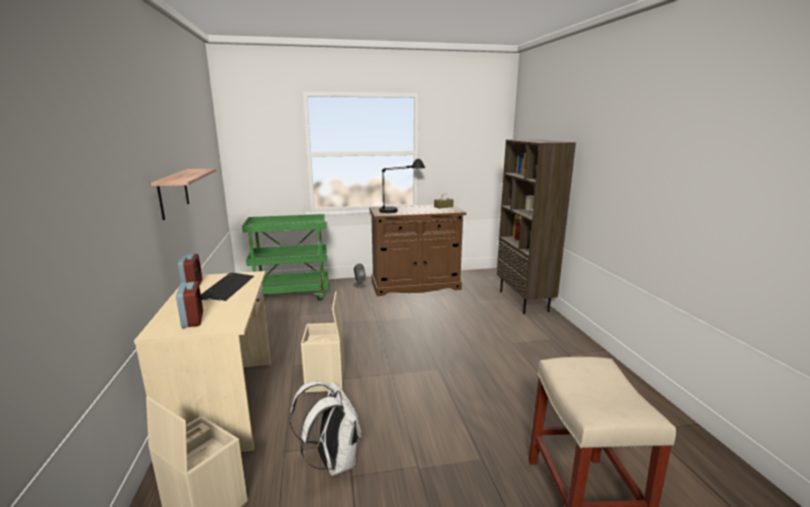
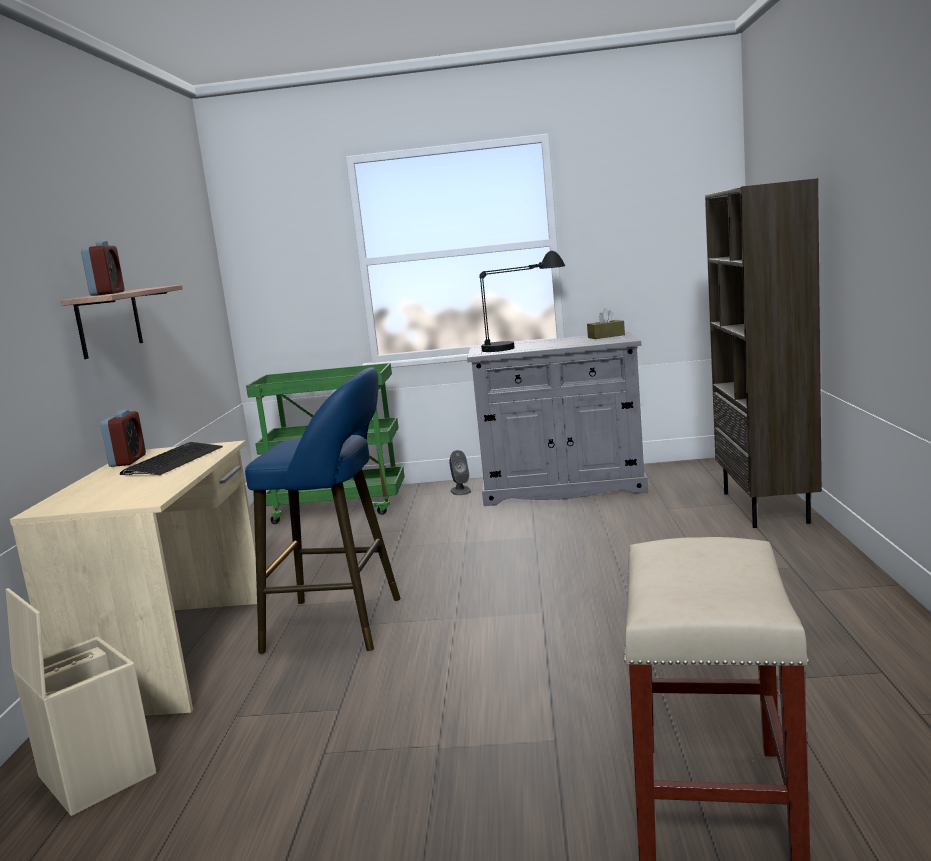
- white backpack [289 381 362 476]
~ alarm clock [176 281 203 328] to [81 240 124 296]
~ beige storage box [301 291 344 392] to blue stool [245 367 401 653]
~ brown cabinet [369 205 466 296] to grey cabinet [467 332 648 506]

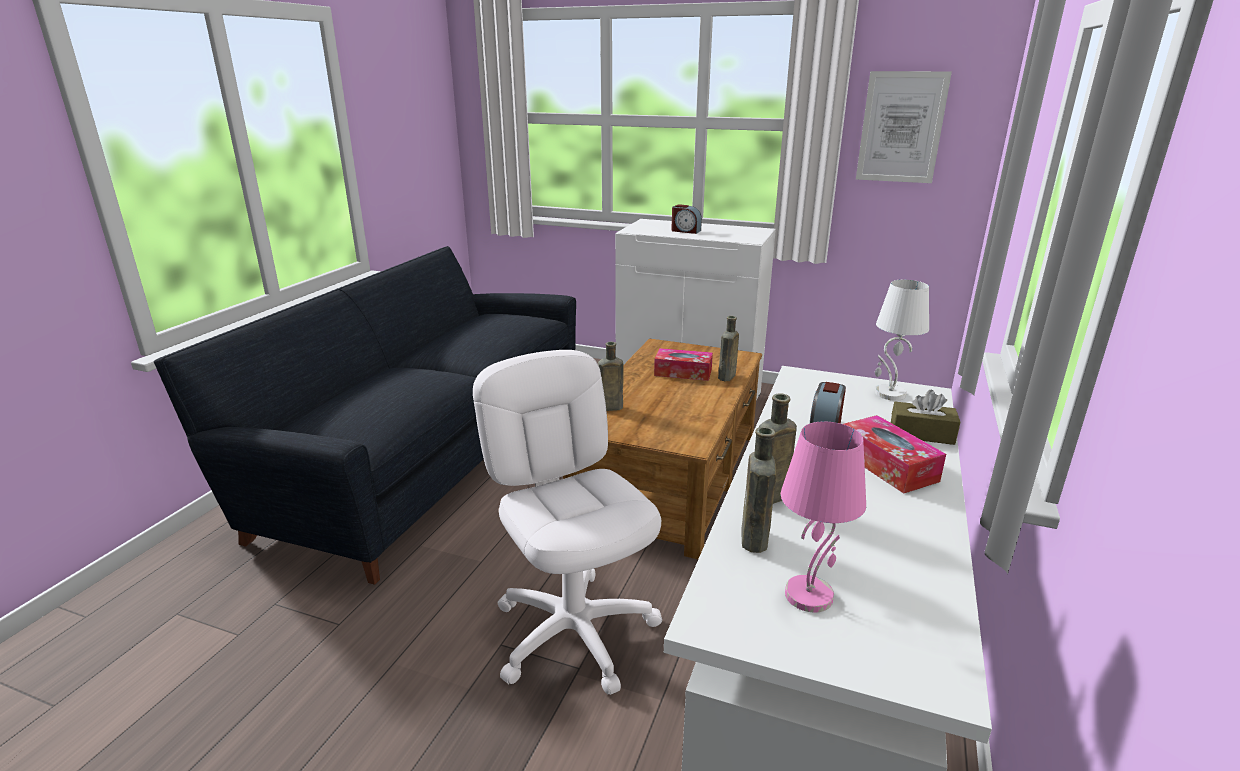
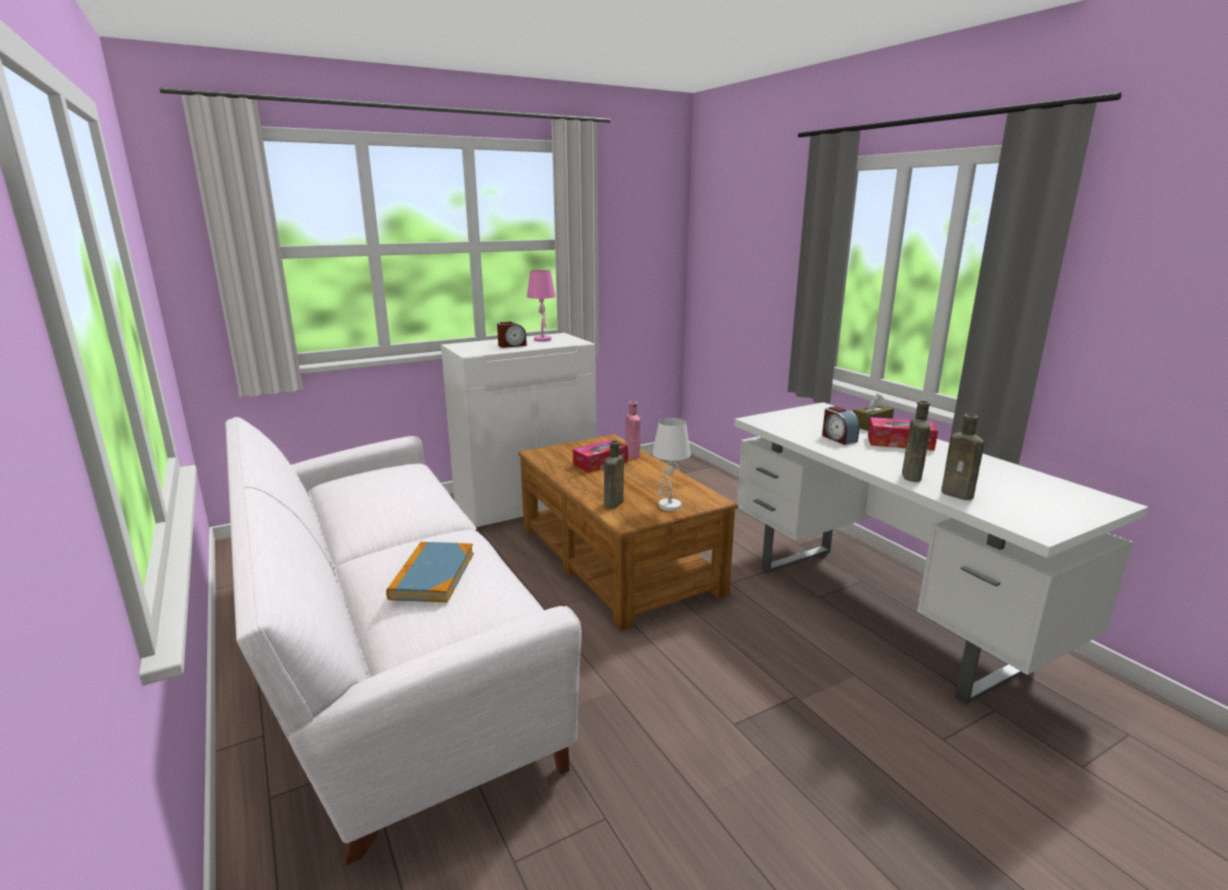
- white office chair [473 350 662 695]
- picture [856 71 952 183]
+ book [386 542 474 602]
~ pink table lamp [781 422 866 612] to [527 270 556 342]
~ white table lamp [875 280 929 401] to [652 418 691 511]
~ black sofa [154 246 576 585] to white sofa [225 417 582 865]
~ brown bottle [718 316 739 381] to pink bottle [625 401 641 459]

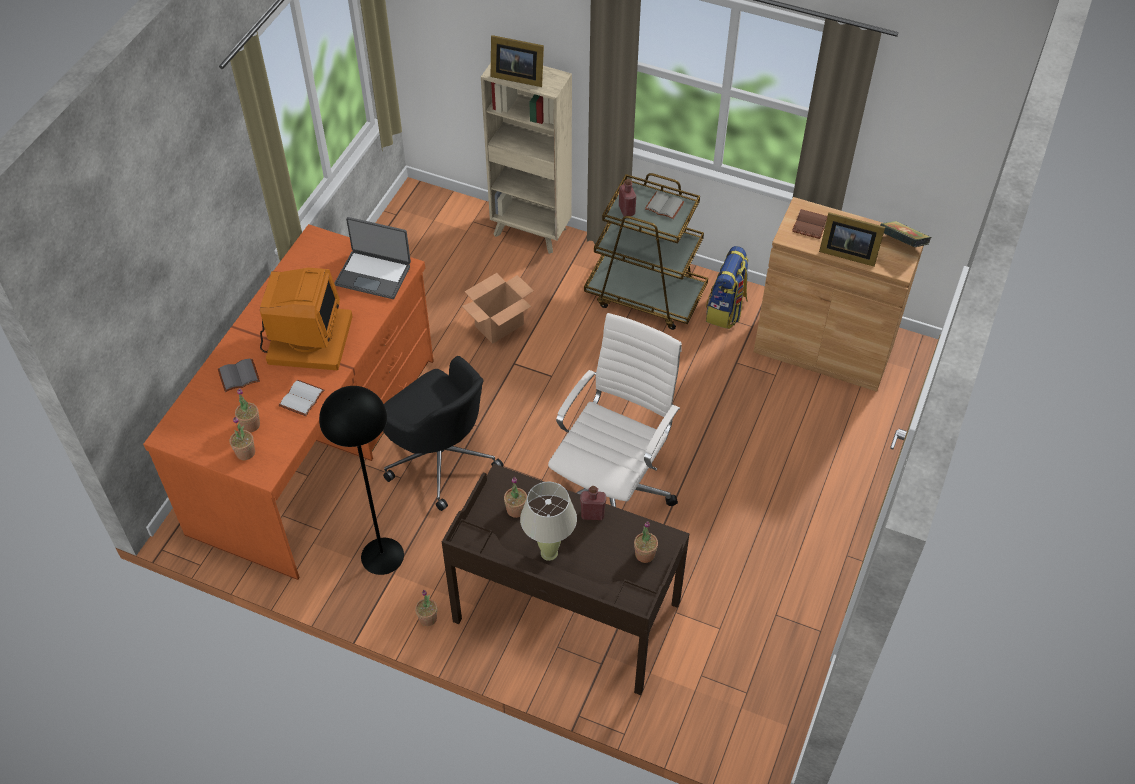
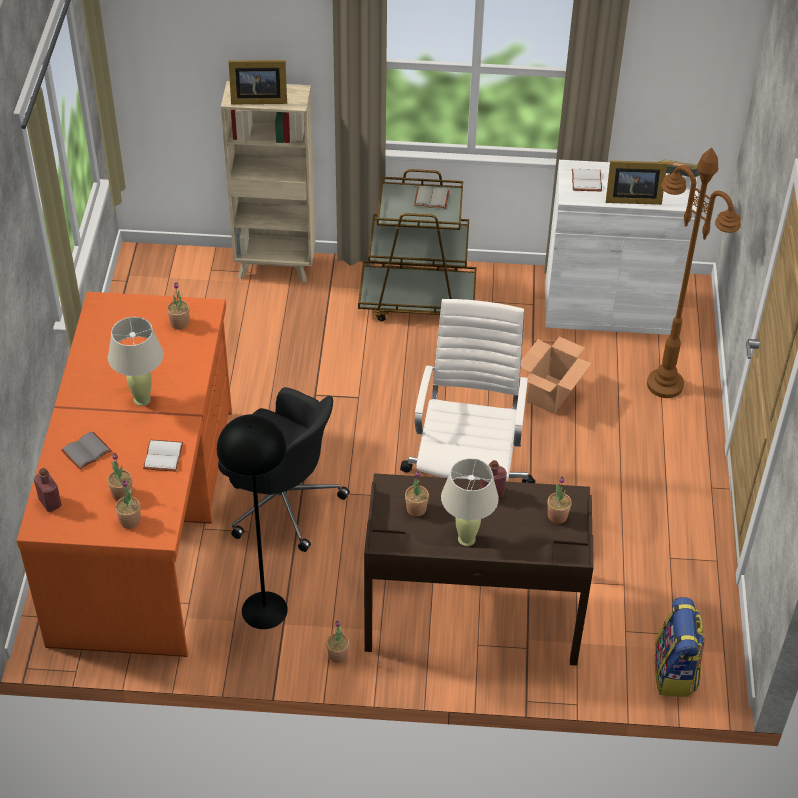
+ brown floor lamp [647 148 741 398]
~ cardboard box [462 273 534 344] to [521 337 592 414]
~ red bottle [619 179 636 216] to [34 468 62 512]
~ backpack [706 246 748 329] to [655 597 704 697]
~ monitor [260 268 353 370] to beige table lamp [108 317 164 406]
~ laptop [334 217 411 299] to potted plant [167 282 190 330]
~ brown cabinet [753 197 924 392] to white cabinet [545 160 698 335]
~ brown book [792 209 827 239] to white book [572 169 602 191]

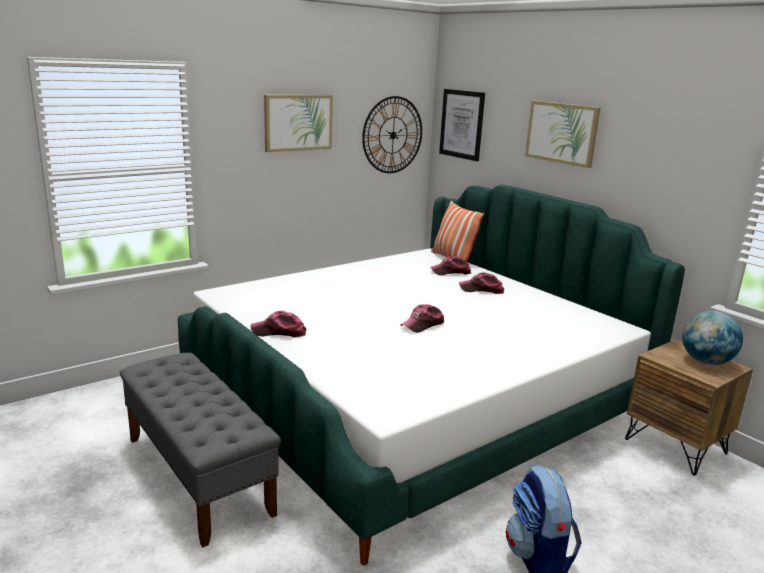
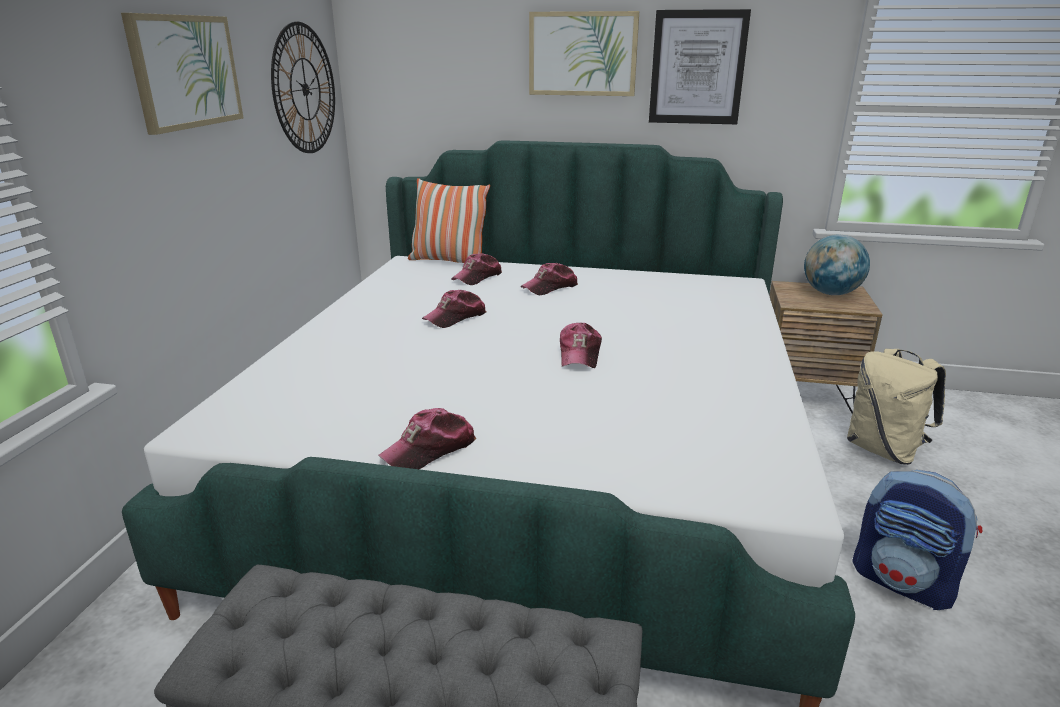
+ cap [422 290 487 328]
+ beige backpack [847 349 946 465]
~ picture [439 89 485 161] to [649 9 751 124]

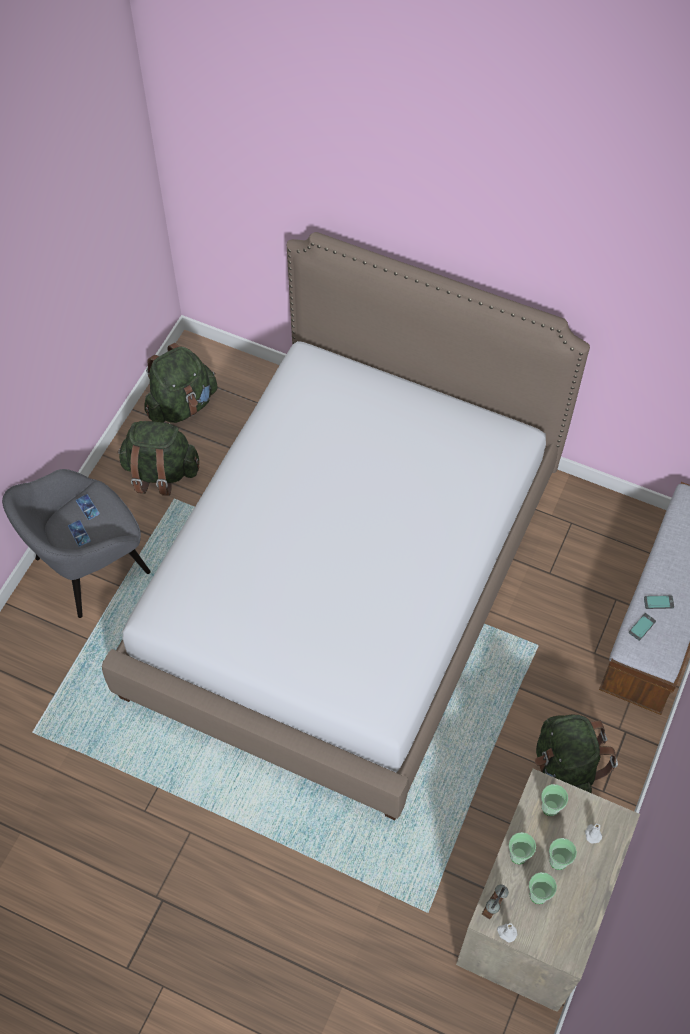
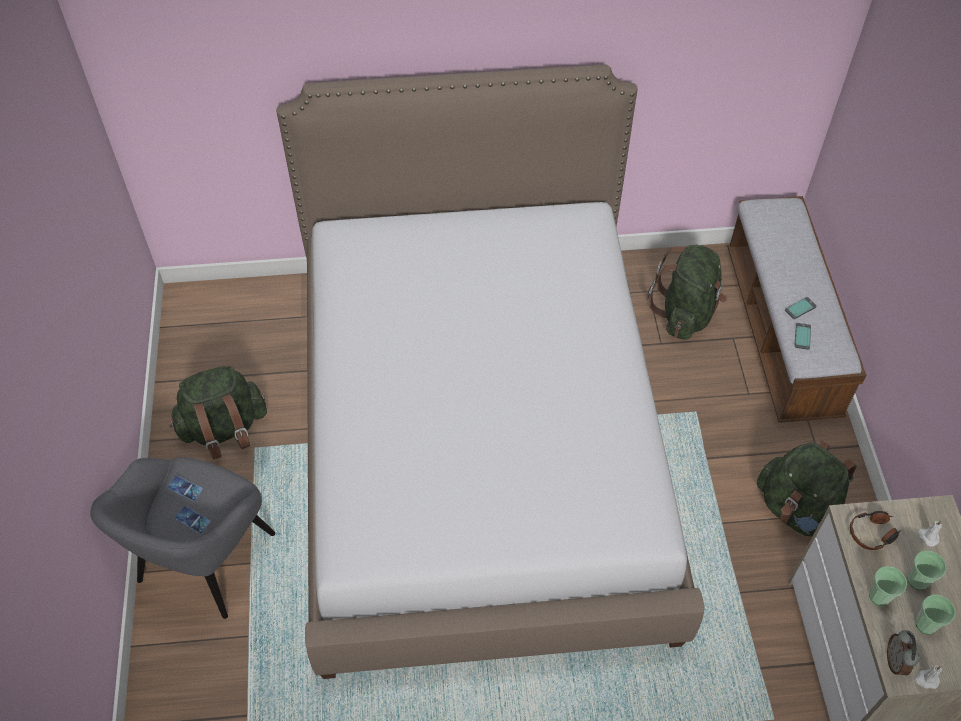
~ green backpack [144 343 218 423] to [646 245 727 340]
~ cup [541 784 568 816] to headphones [850 511 901 550]

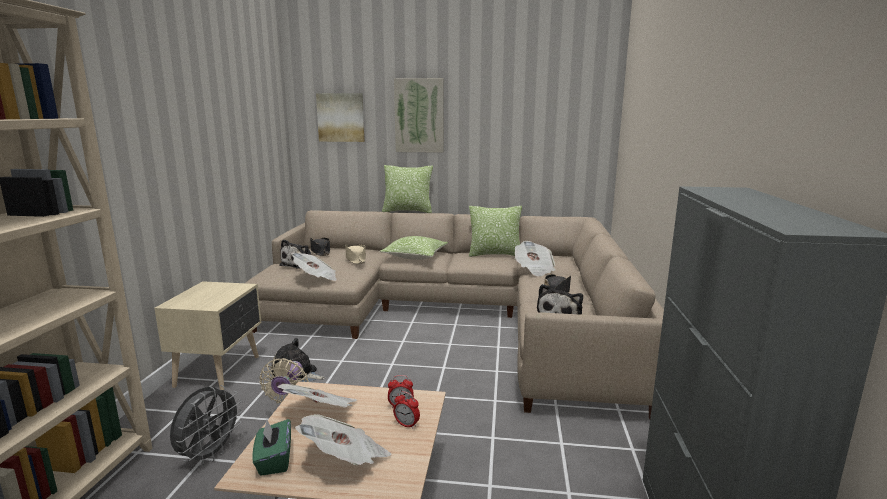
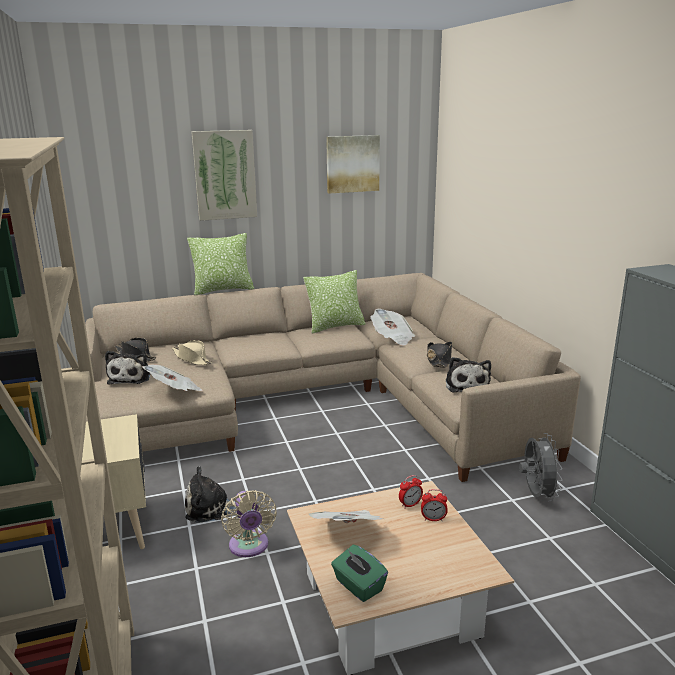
- newspaper [295 414 391 466]
- pillow [380 236 448 260]
~ grey fan [170 385 243 466] to [519 433 562 501]
~ picture [316 93 365 142] to [326 135 380 193]

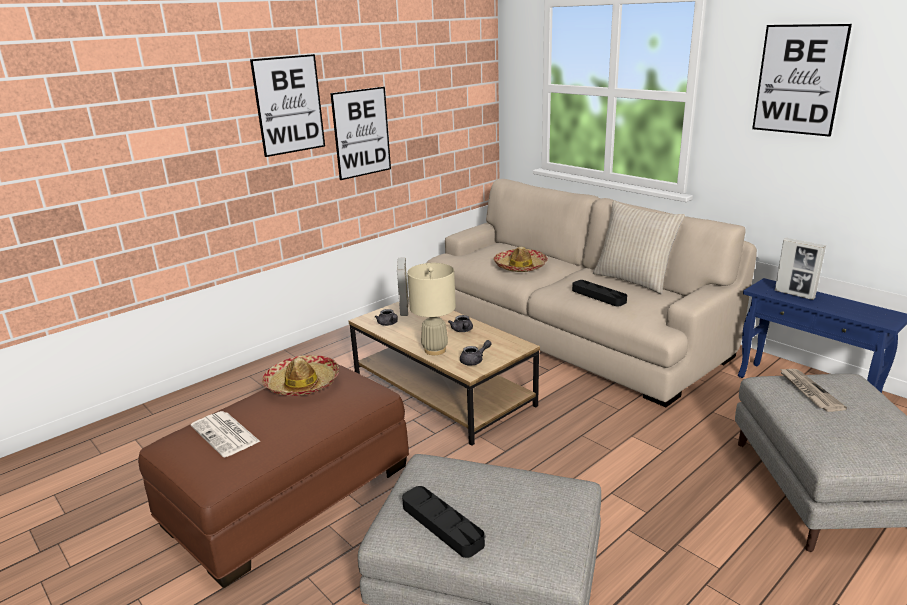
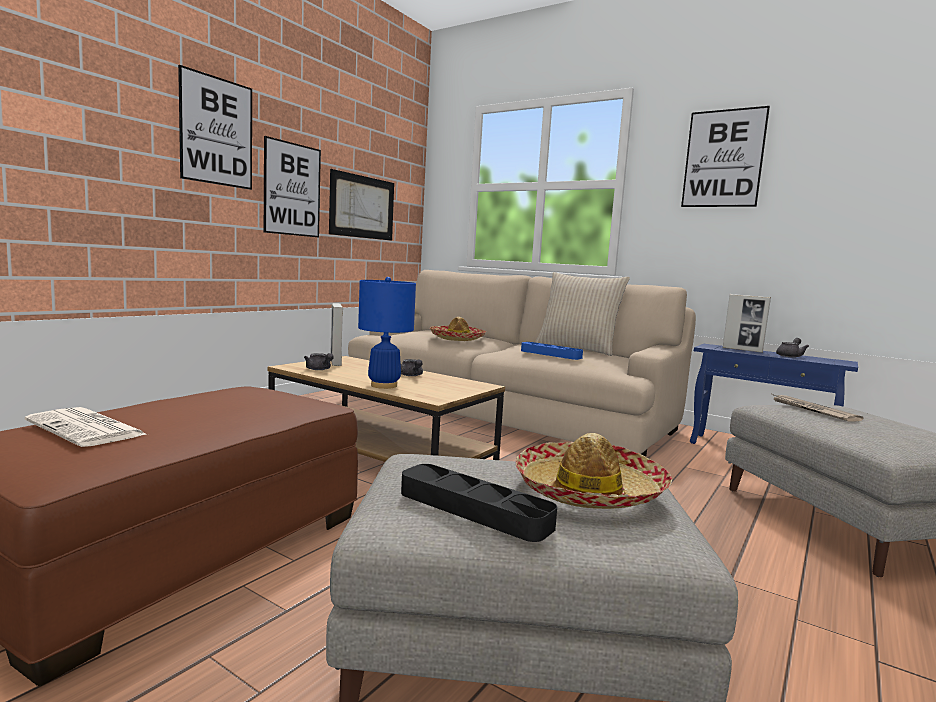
+ picture [329 169 394 241]
~ hat [262 355 339 396] to [515 433 672 509]
~ grey teapot [460 340 492 366] to [776 338 809 358]
~ beige table lamp [407 263 456 355] to blue table lamp [358 277 416 389]
~ black tray [572 280 627 306] to blue tray [521 342 583 360]

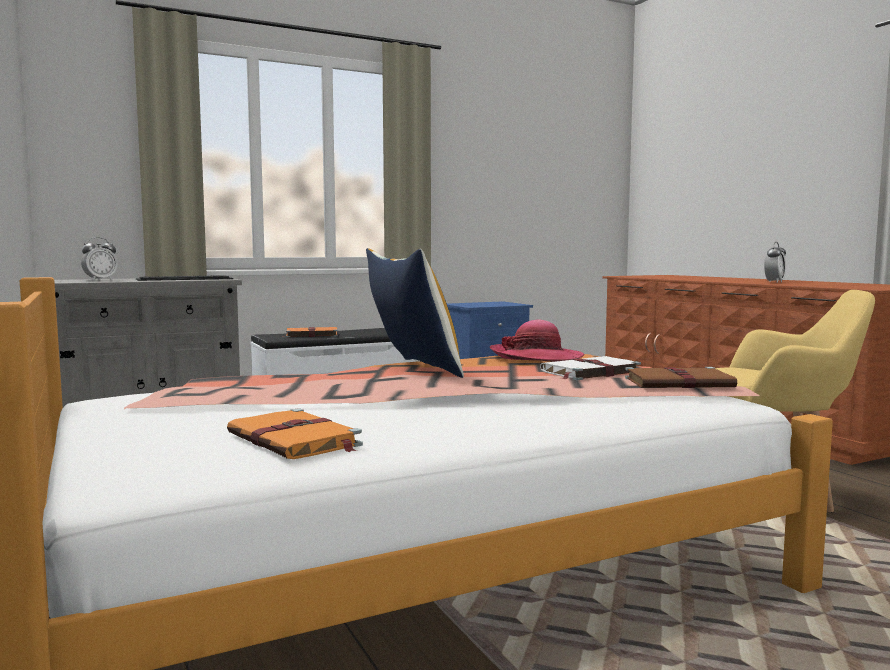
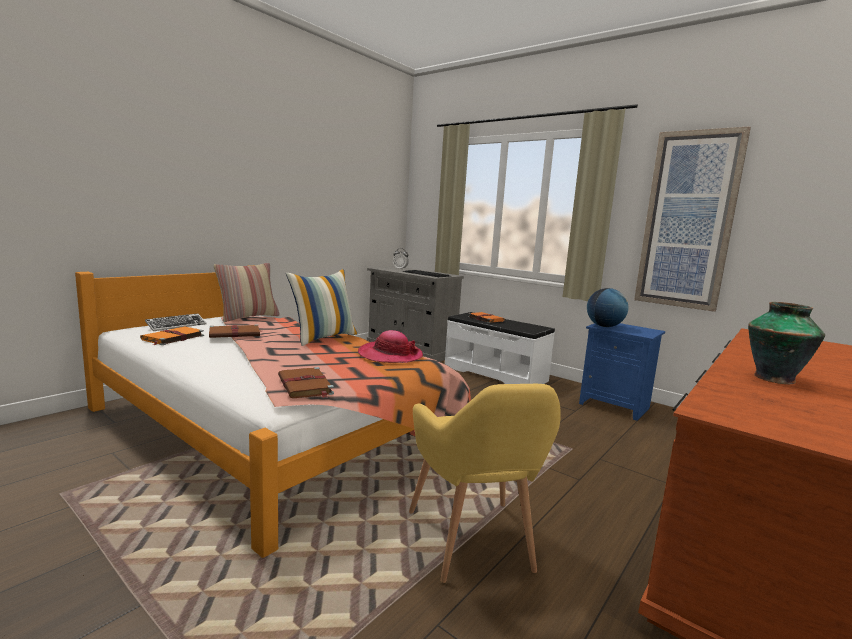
- white book [540 356 641 380]
+ keyboard [145 313 206 331]
+ brown book [209 324 263 338]
+ pillow [214 263 280 322]
+ globe [587 288 629 327]
+ picture [634 126 751 312]
~ alarm clock [764 242 786 283] to vase [748 302 825 384]

